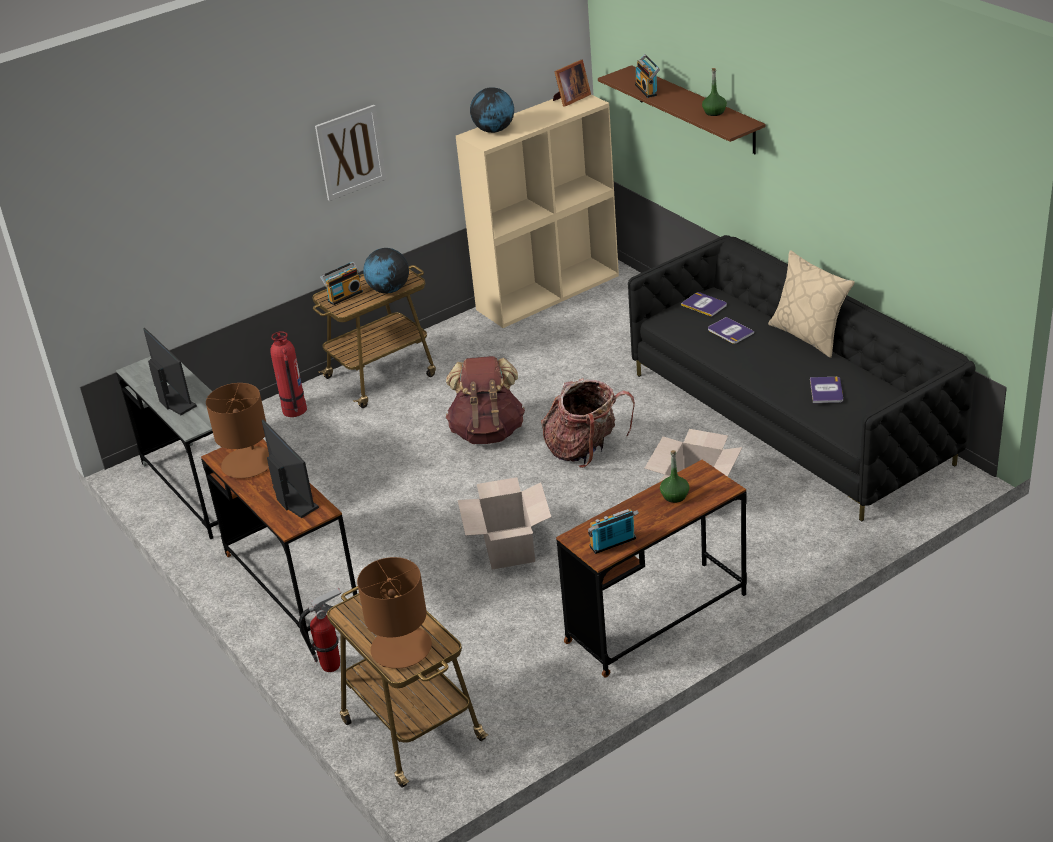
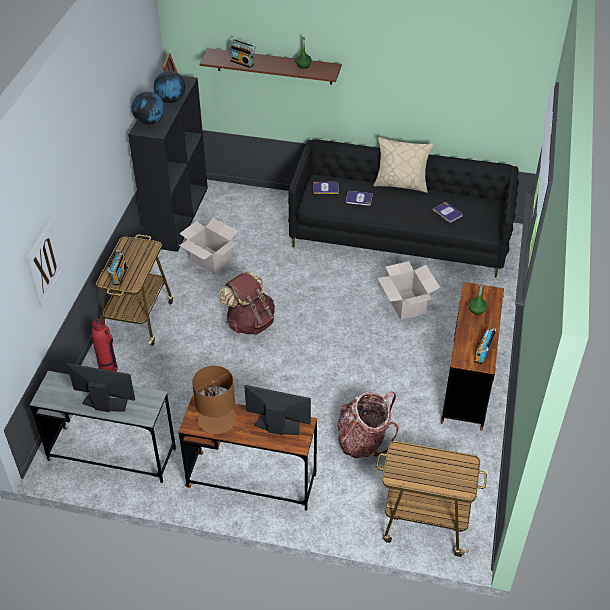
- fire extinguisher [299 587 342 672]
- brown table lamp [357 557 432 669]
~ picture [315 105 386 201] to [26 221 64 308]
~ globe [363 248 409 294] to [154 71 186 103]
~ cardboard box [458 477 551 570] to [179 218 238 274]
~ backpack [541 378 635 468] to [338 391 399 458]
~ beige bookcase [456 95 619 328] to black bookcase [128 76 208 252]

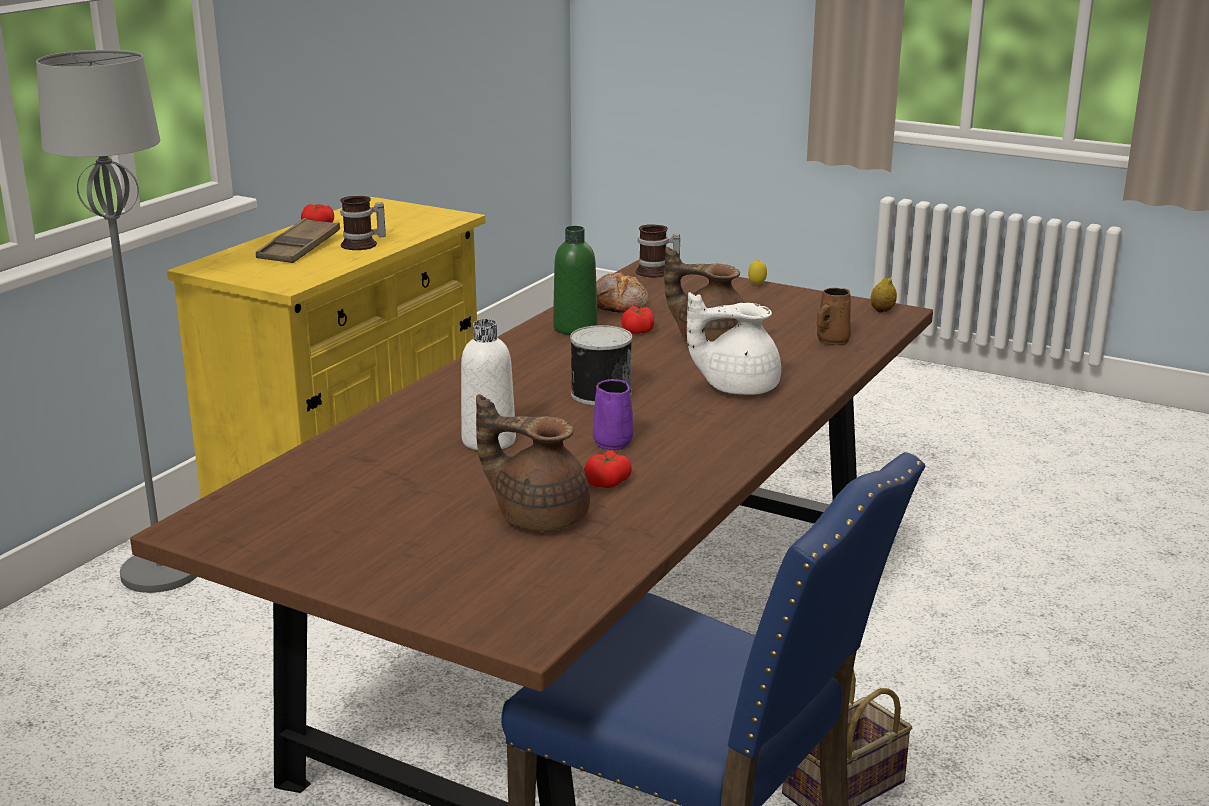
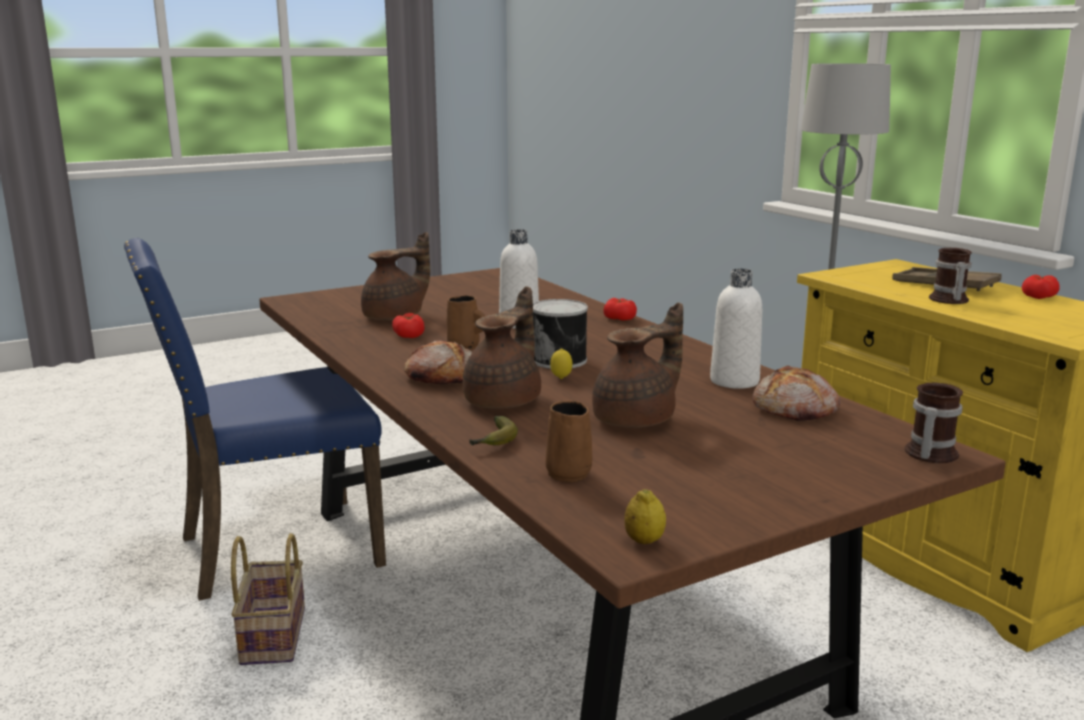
+ bread [404 340 472 384]
+ banana [469 416 518 445]
~ tomato [622 306 654 334] to [603 298 637 321]
~ lemon [748 260 767 286] to [550 349 572 379]
~ green bottle [553 226 598 335] to white bottle [710 268 762 389]
~ purple mug [593 379 633 450] to brown mug [447 295 485 350]
~ white teapot [687 292 781 395] to brown teapot [463 286 541 409]

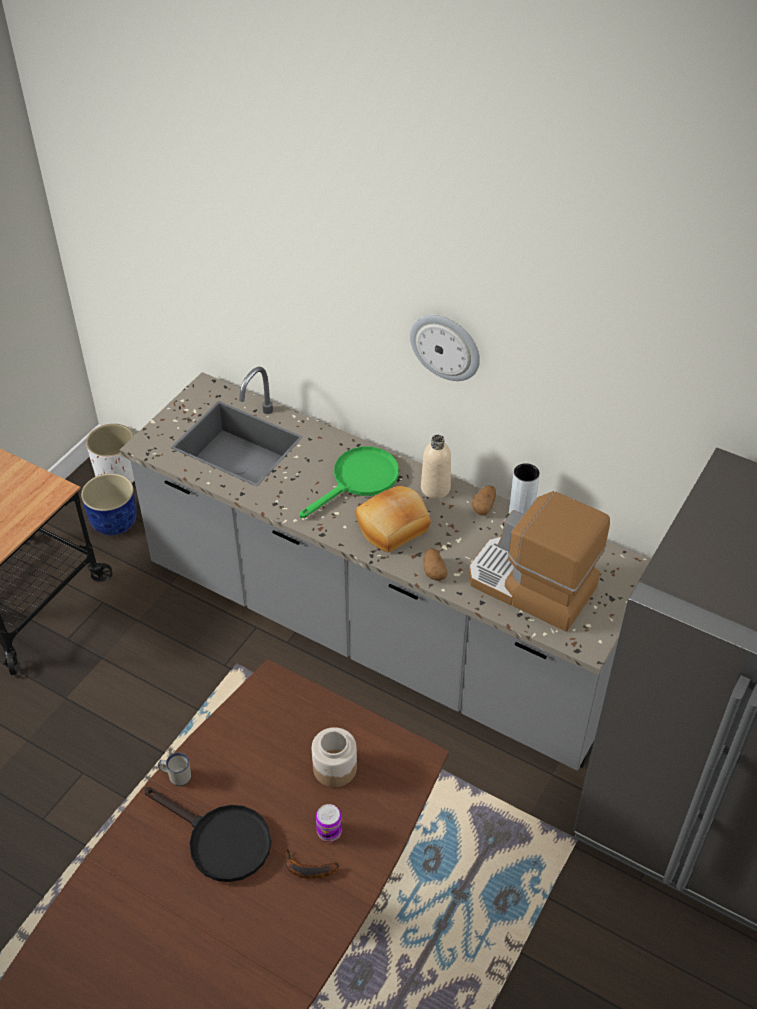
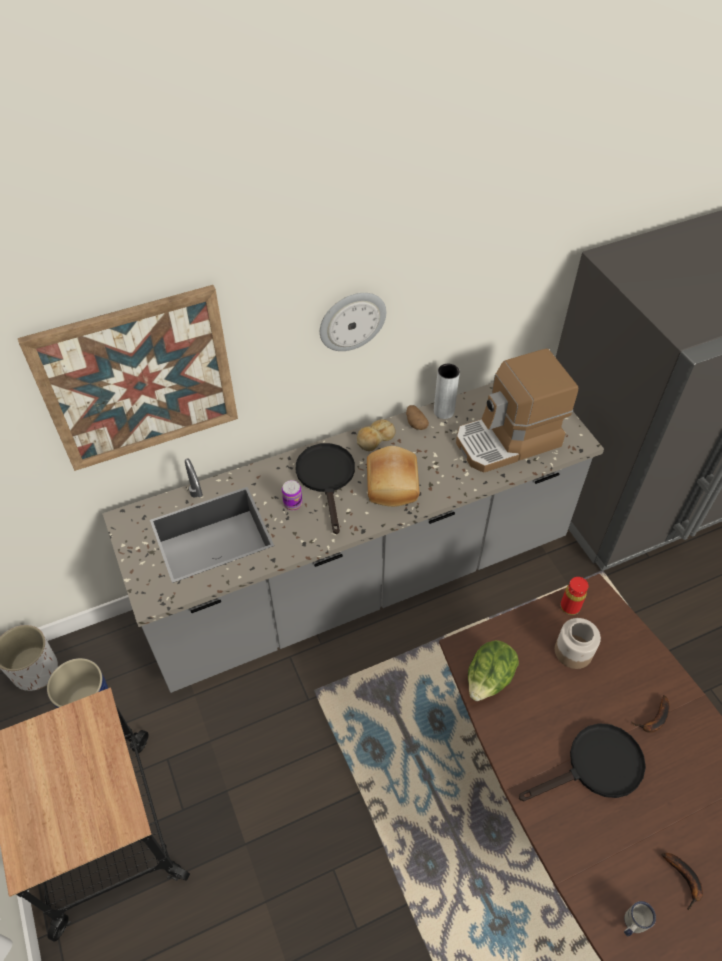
- potato [424 548 447 581]
+ picture [18 285 238 471]
+ lettuce [468 640 519 701]
+ red bottle [560 577 588 615]
+ banana [662 853 703 910]
~ white mug [158 752 191 786] to [624 901 656 937]
~ can [316 804 342 842] to [282 480 302 510]
~ beige bottle [421 435 451 499] to bread [357 419 396 451]
~ green frying pan [300 447 399 518] to black frying pan [296 443 355 535]

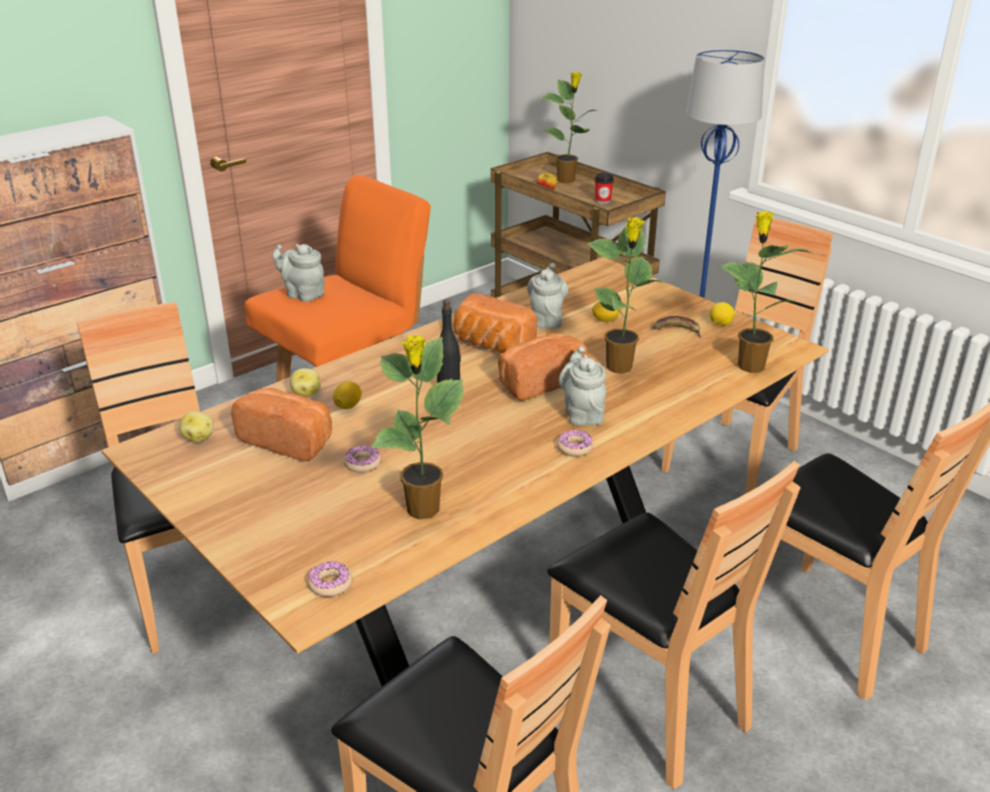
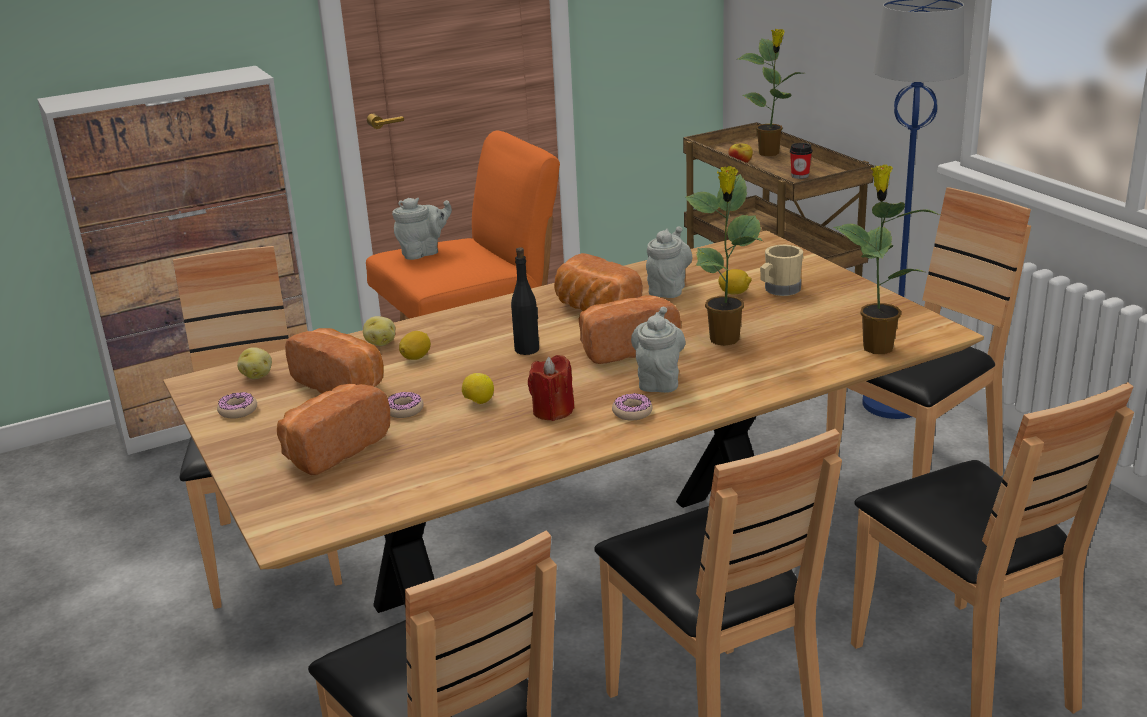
- potted plant [371 336 464 519]
- banana [653 316 701 338]
+ bread [277 384 390 475]
+ red candle [528 355 574 421]
+ beige mug [760 245 803 296]
~ donut [308 561 353 597] to [217 392 257 419]
~ lemon [710 302 734 326] to [462 373 494 404]
~ grey teapot [272 244 325 302] = [392 198 452 260] 105 degrees clockwise

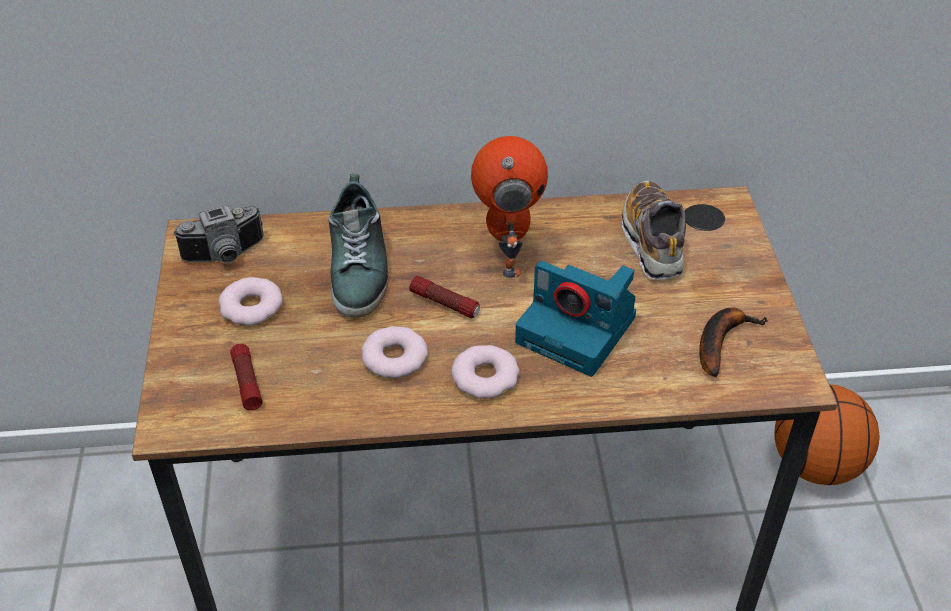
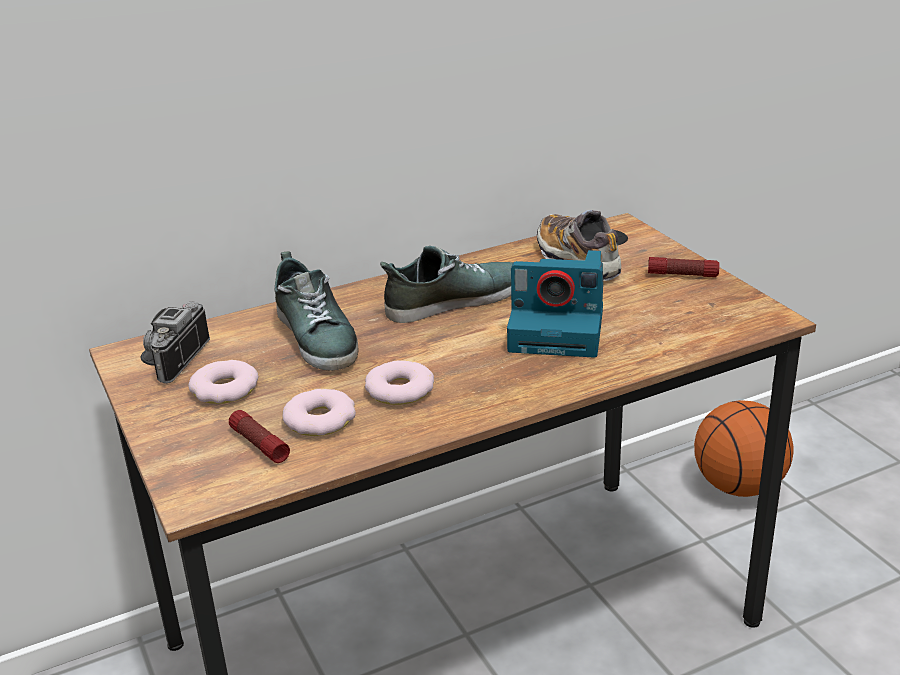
- banana [699 308 768 377]
~ flashlight [409 275 480 318] to [648 257 720 277]
~ donut [451 345 520 399] to [282 389 356 436]
~ toy robot [471 136 548 278] to shoe [380 246 513 323]
~ photo camera [173 205 264 263] = [143 302 210 384] 150 degrees clockwise

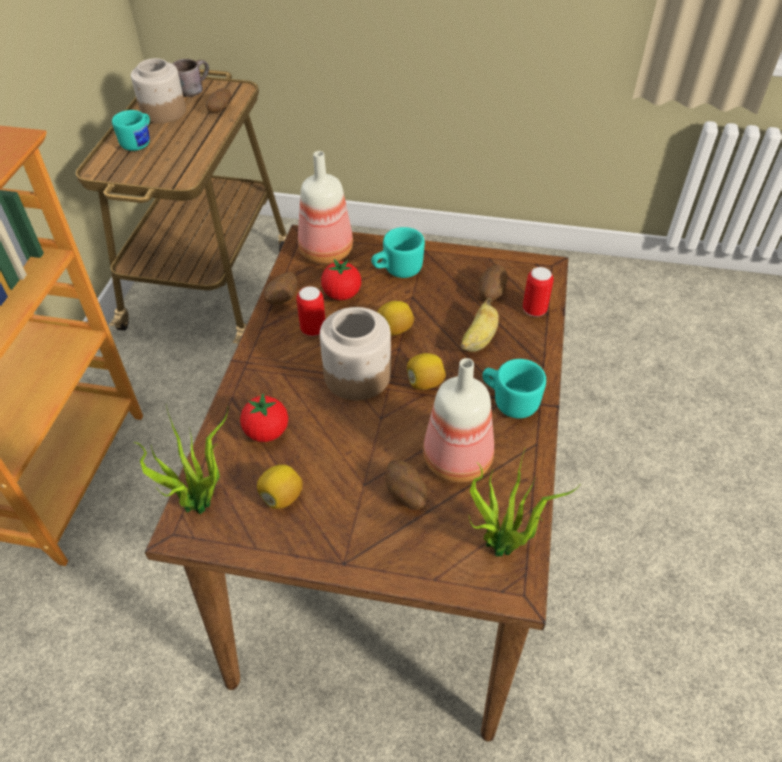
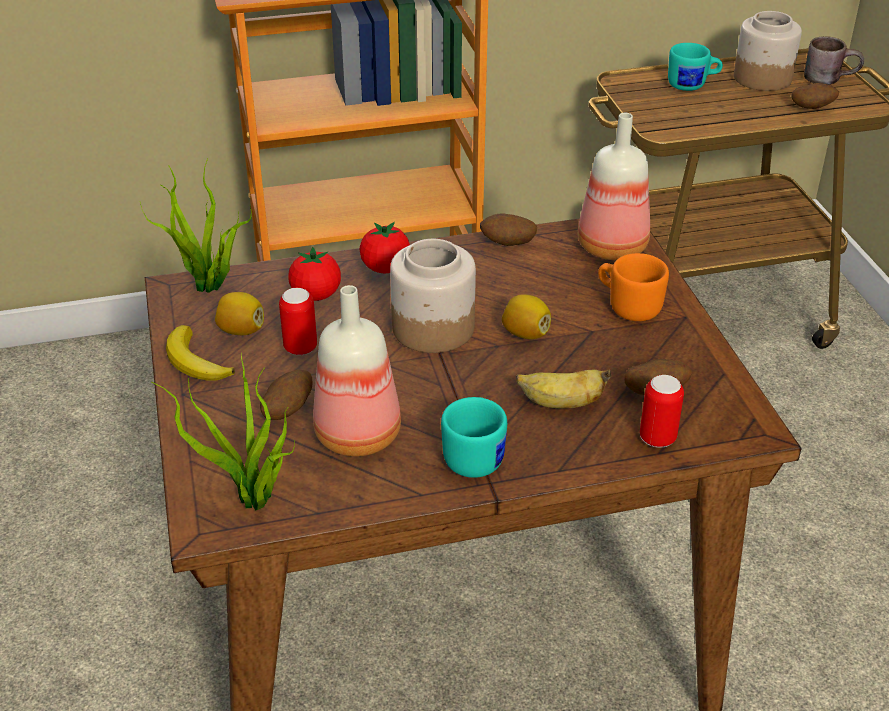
- lemon [407 353 446 390]
+ banana [166 325 235 381]
~ can [296 286 325 336] to [279 288 317 355]
~ tomato [321 259 361 300] to [360 222 410 273]
~ turquoise mug [371 227 425 278] to orange mug [598 253 669 321]

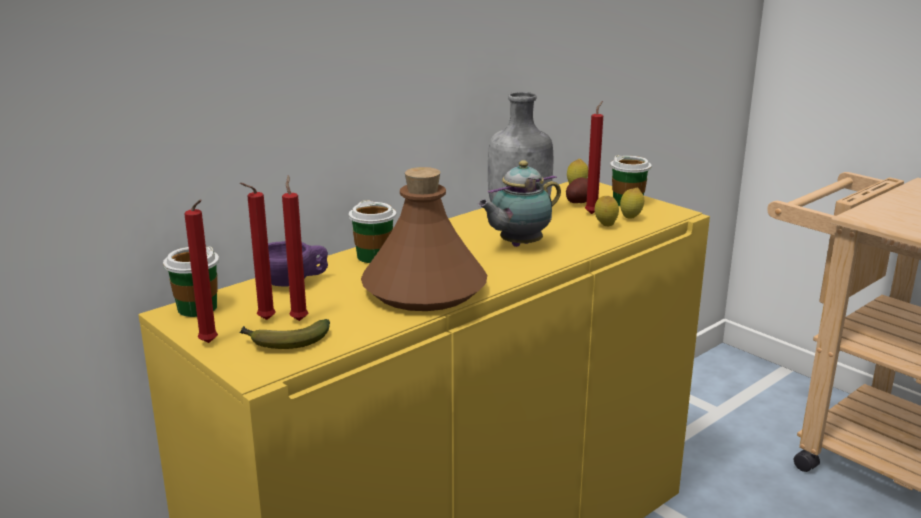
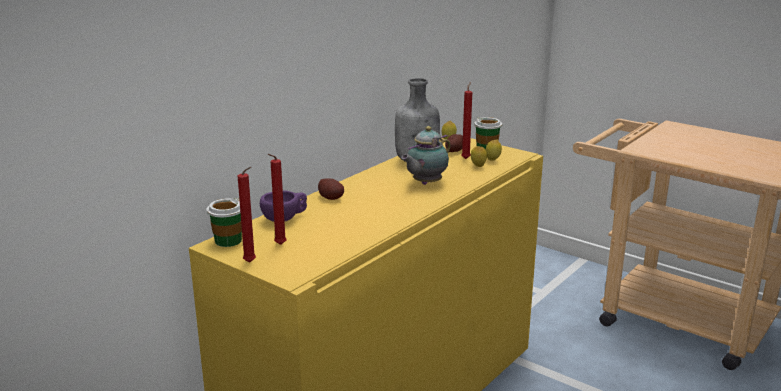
- banana [239 319 330 349]
- red candle [282 175 308 321]
- brown bottle [361 167 487 311]
~ cup [349 200 396 263] to potato [318 178 344 200]

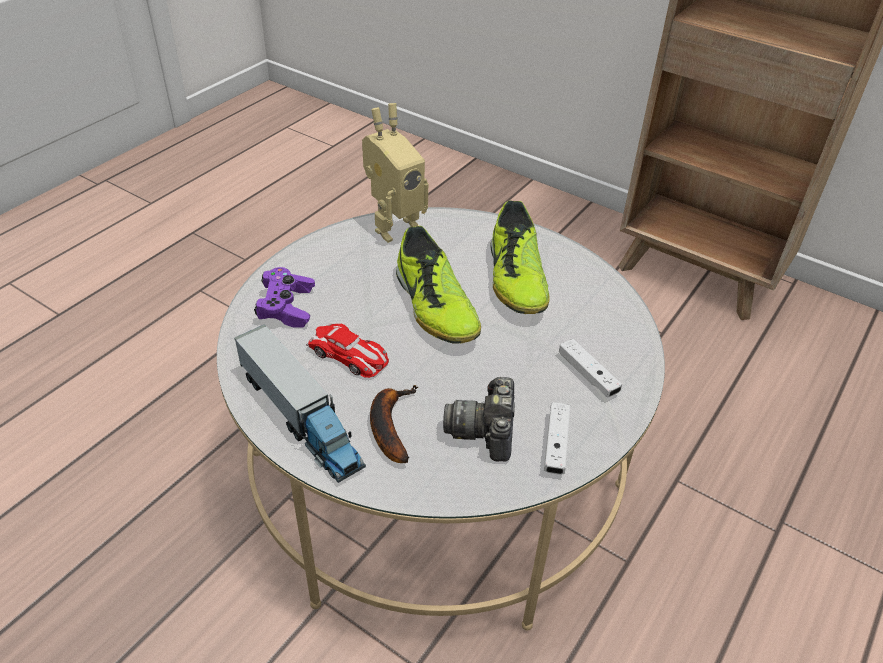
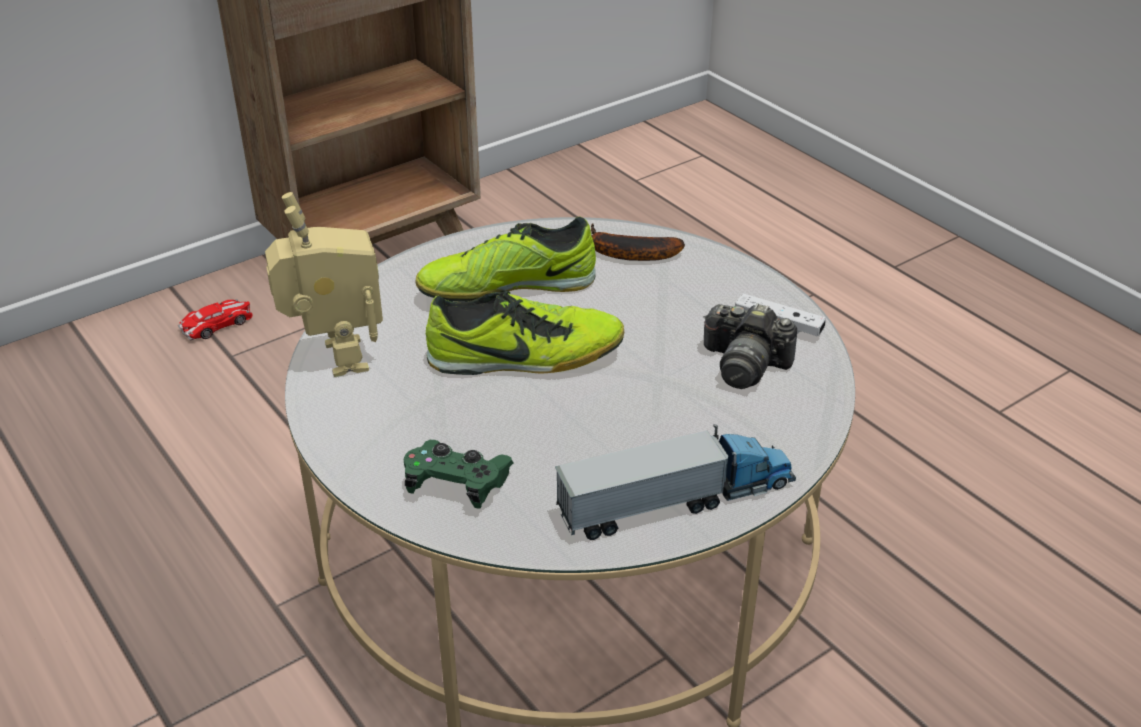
- white game controller [559 339 622 397]
~ toy car [306 324 389 378] to [178 299 253 341]
~ banana [370 385 418 463] to [591 223 685 261]
~ purple game controller [254 267 315 327] to green game controller [404 440 514 509]
~ shoe [490 200 550 314] = [415 216 596 302] 150 degrees clockwise

